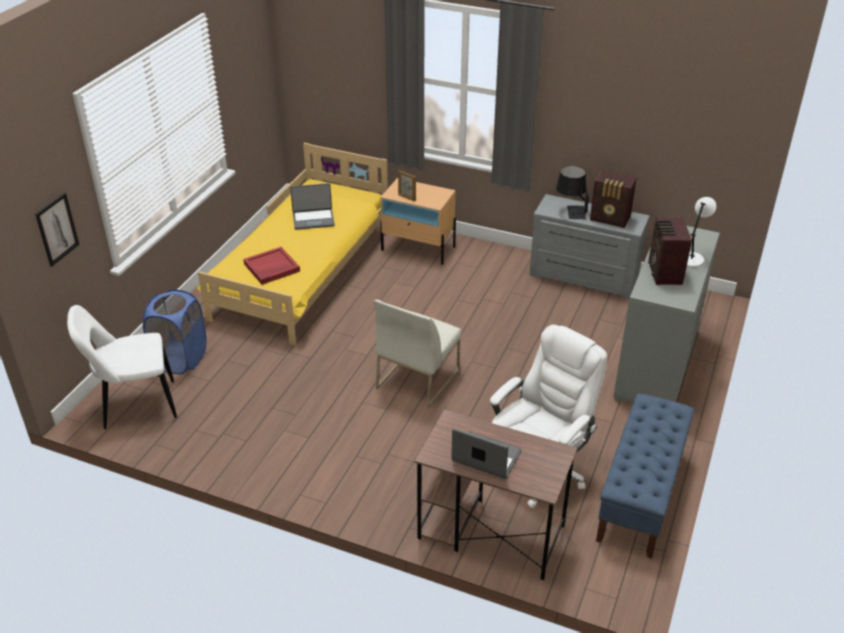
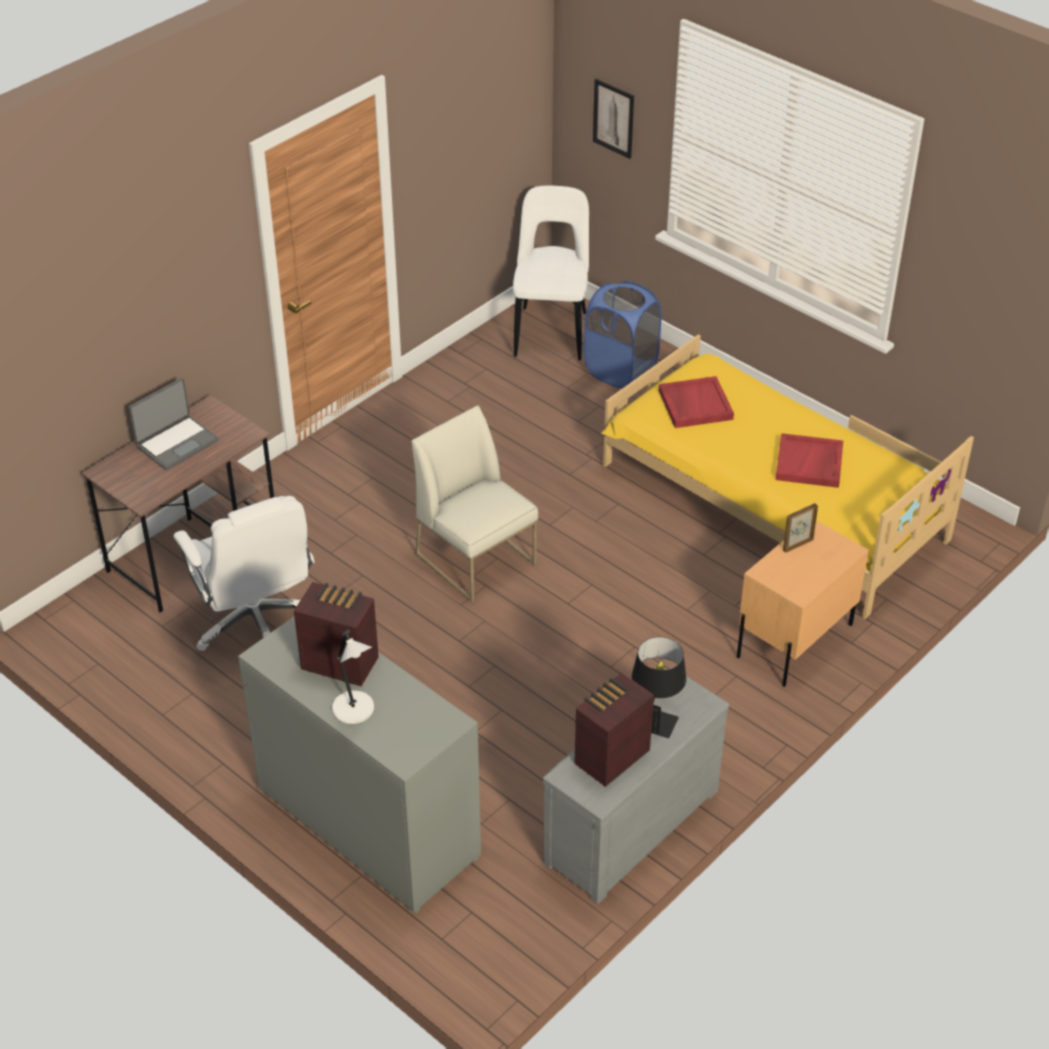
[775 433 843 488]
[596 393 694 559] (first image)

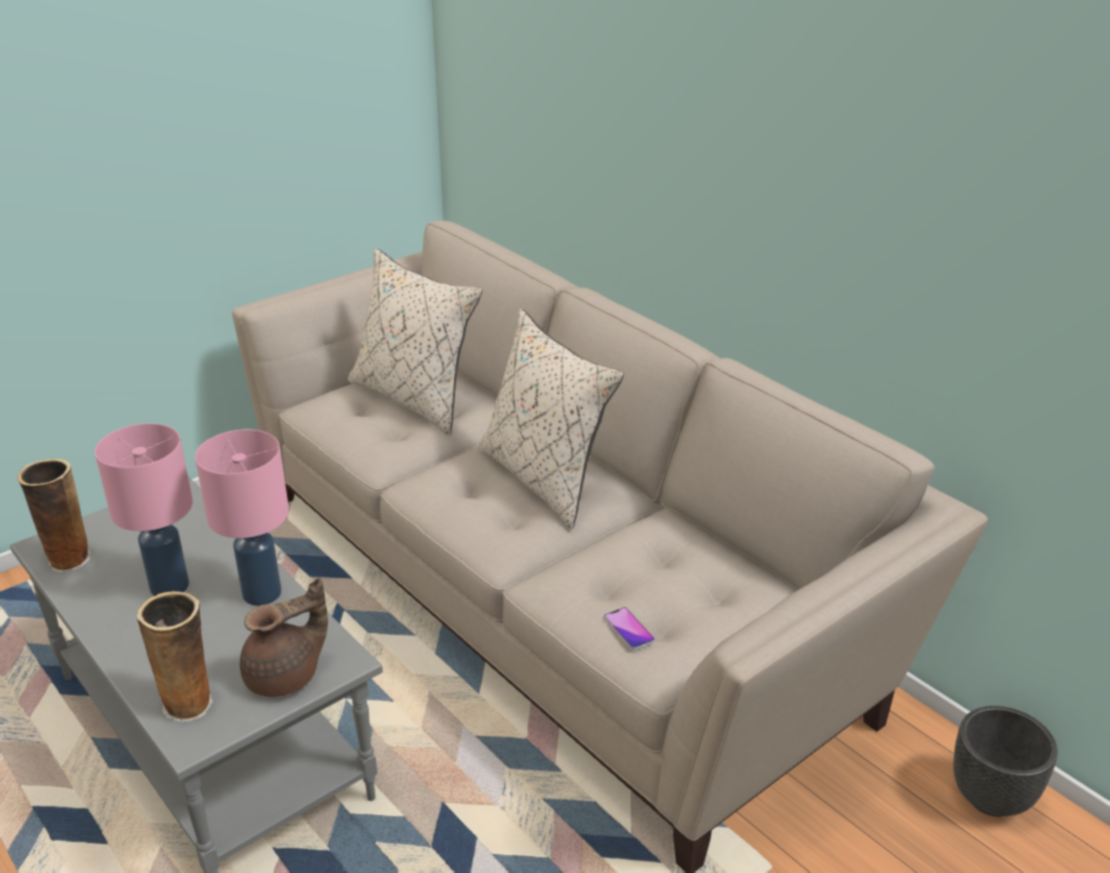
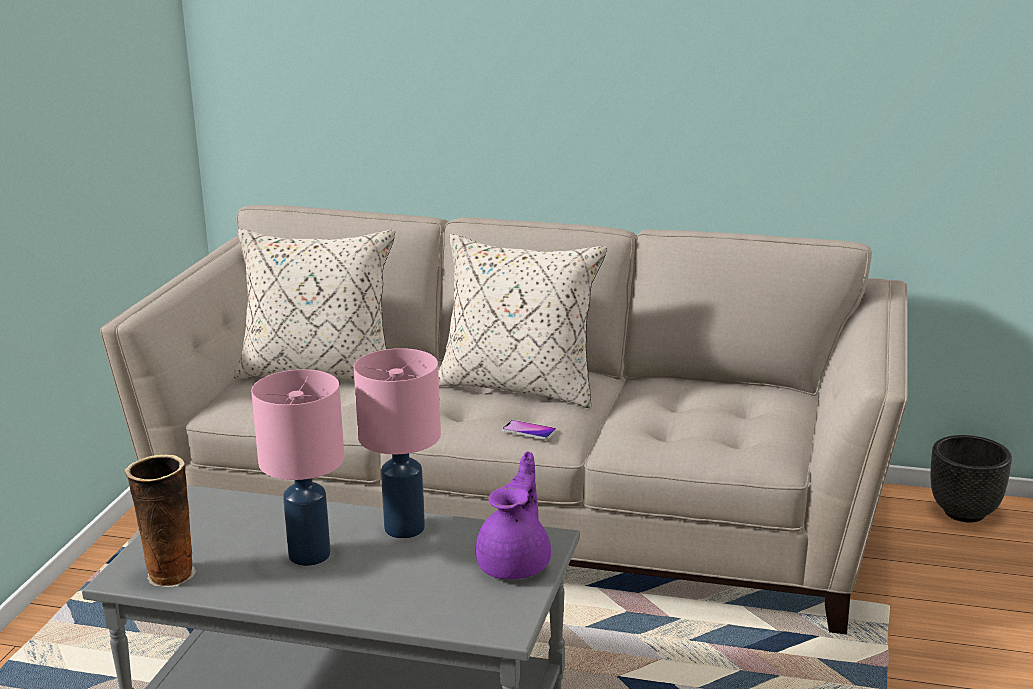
[476 451 551 579]
[502 420 556 440]
[137 591 213 722] (first image)

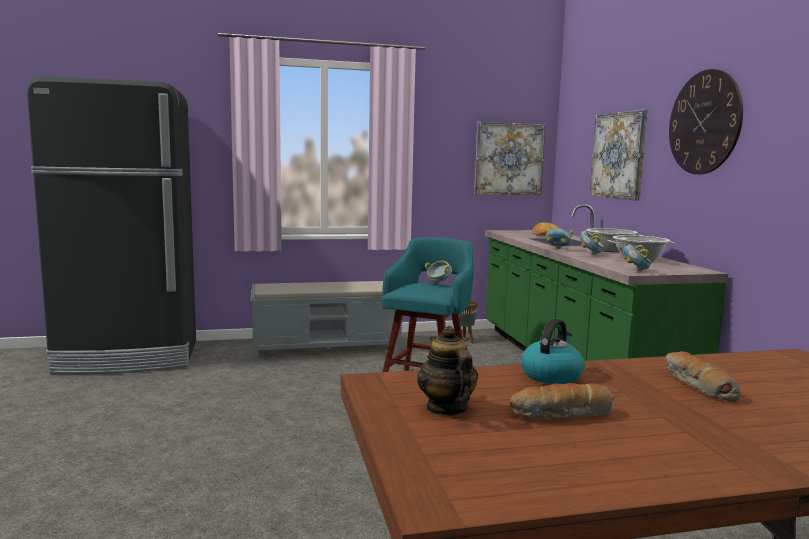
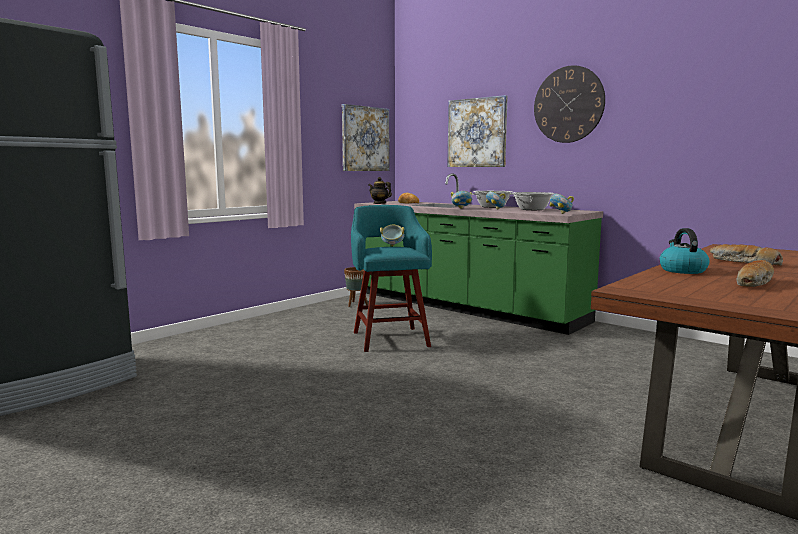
[368 177 392 204]
[251 281 402 360] (first image)

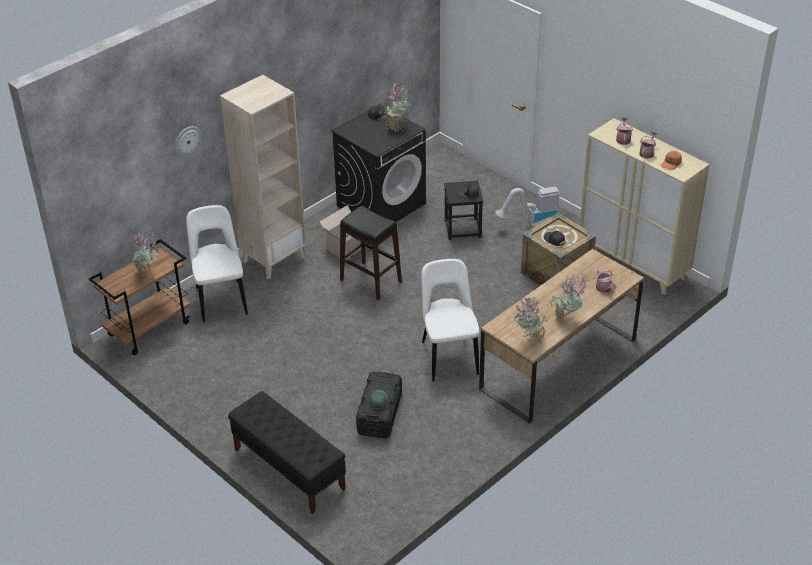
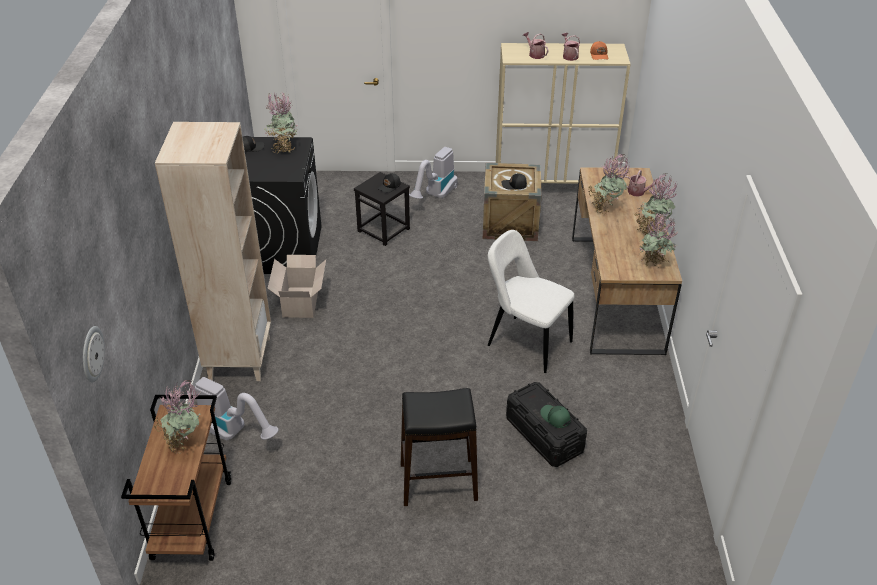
[83 326 105 383]
[195 377 278 441]
[401 388 478 506]
[588 154 630 214]
[228 391 346 514] (first image)

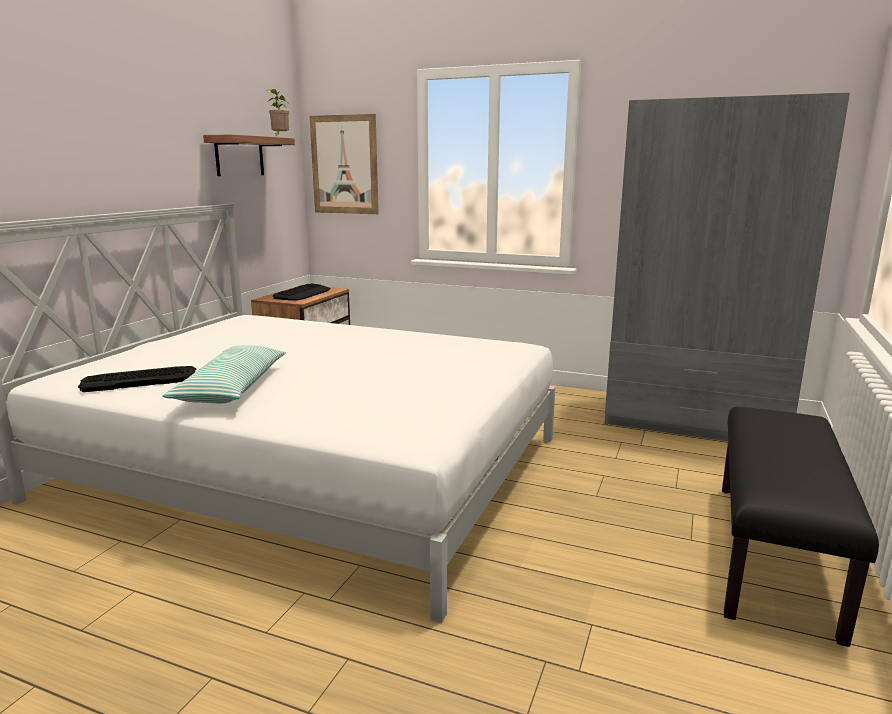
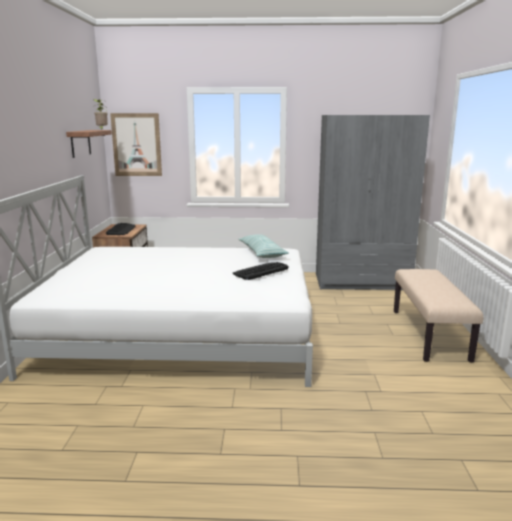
[233 262 289 280]
[239 234 289 258]
[394 269 483 363]

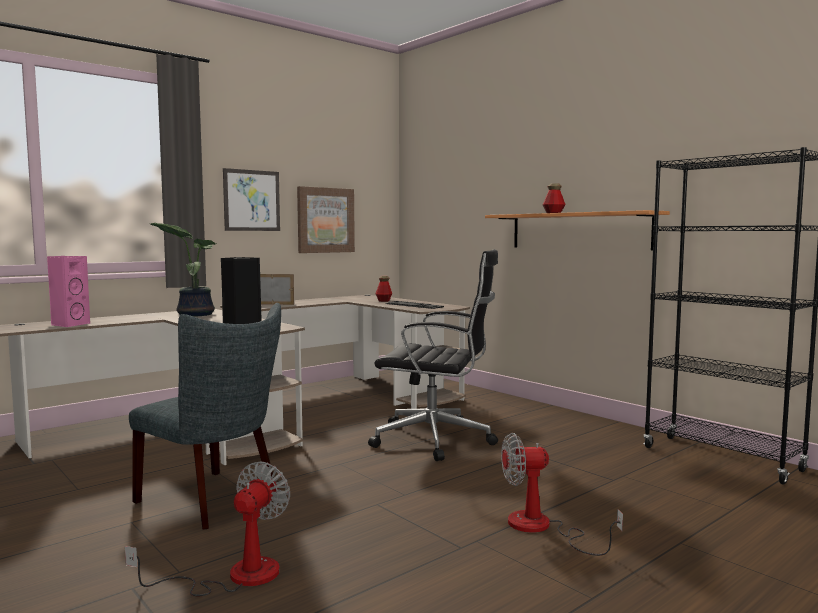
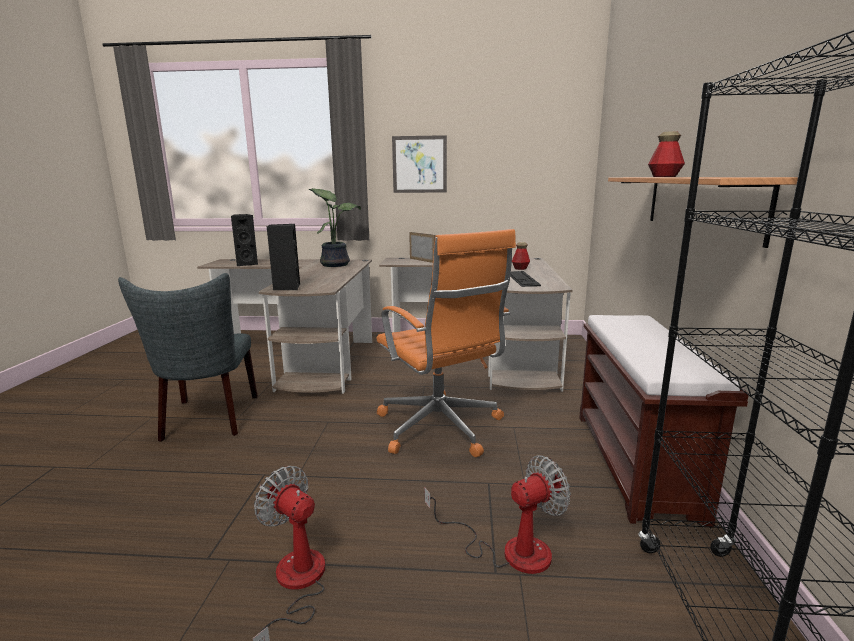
[231 214 258 266]
[377 229 516 457]
[424 455 571 574]
[579 315 749 527]
[297 186 355 253] (first image)

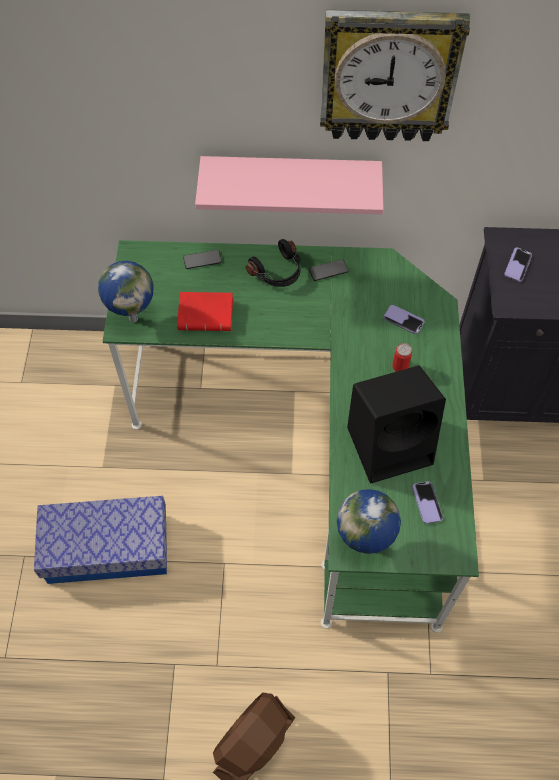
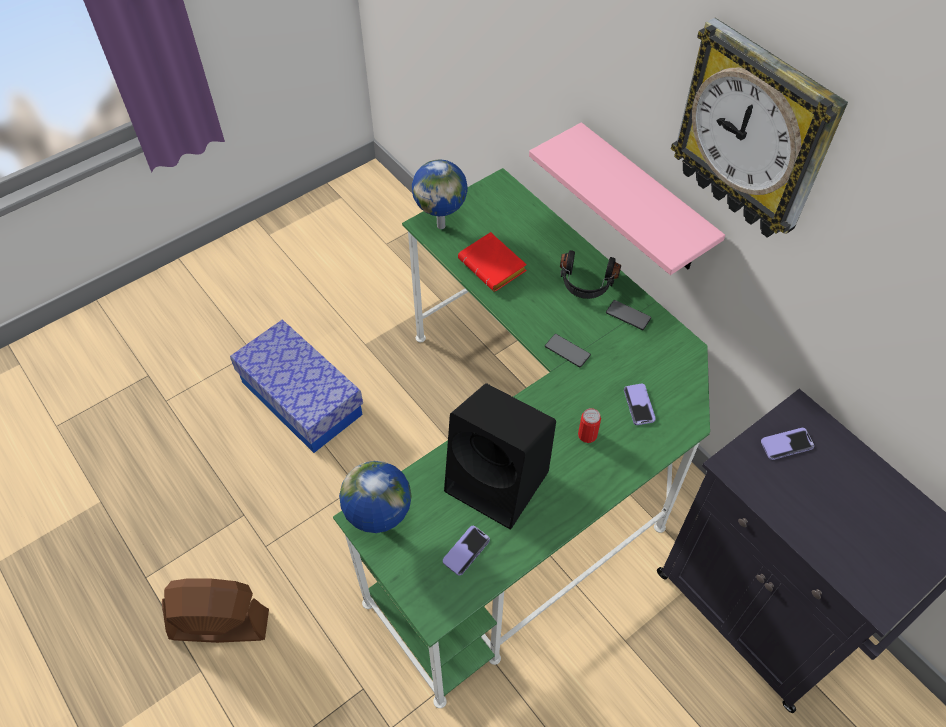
[545 334 591 367]

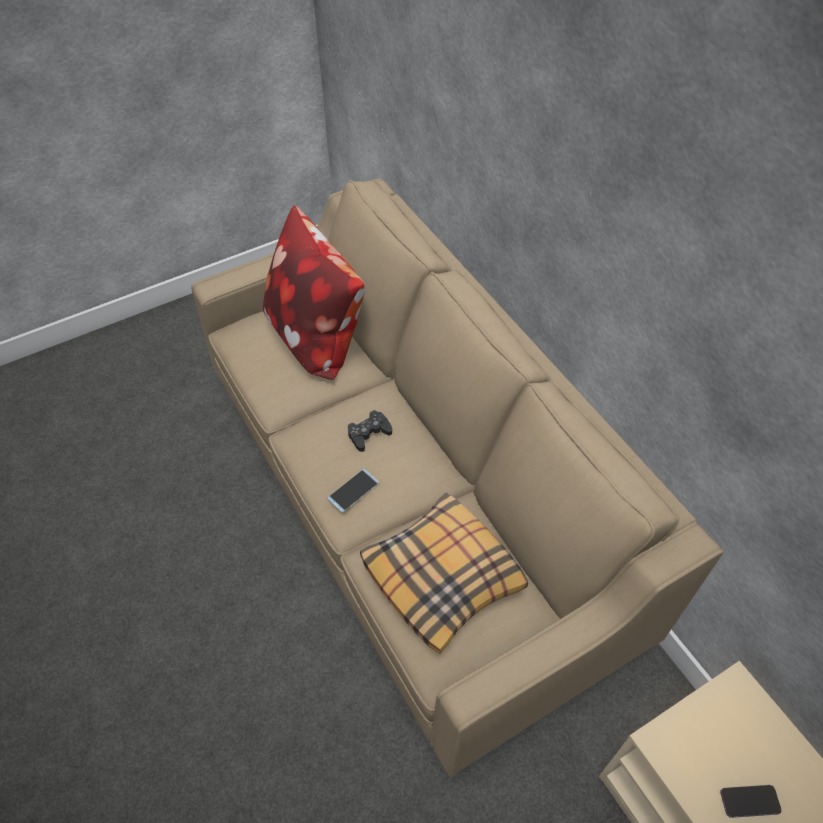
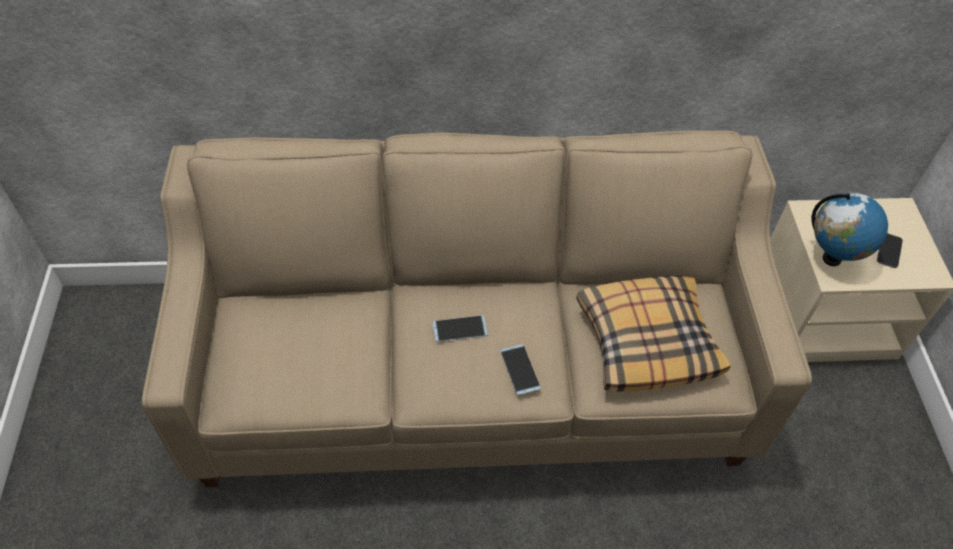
[433 315 488 342]
[812 193 888 266]
[263 205 365 380] (first image)

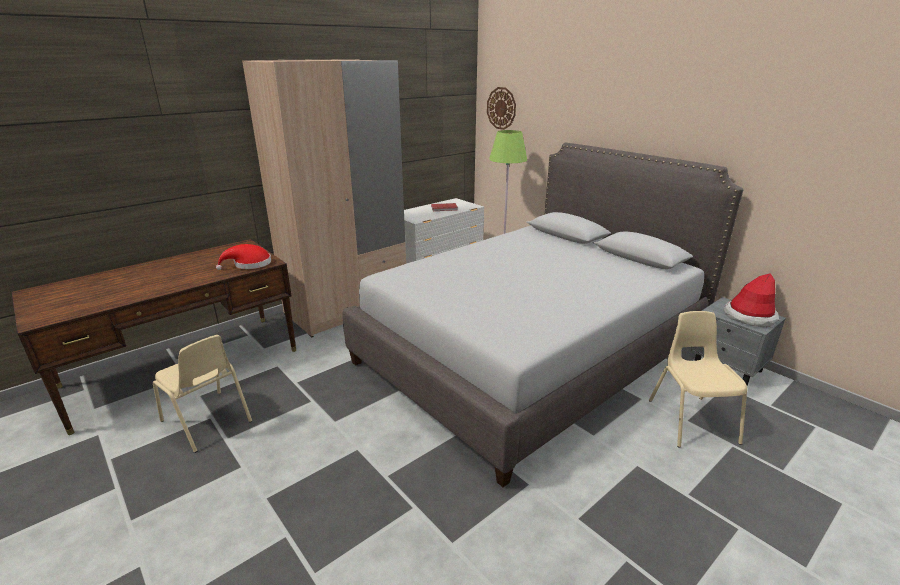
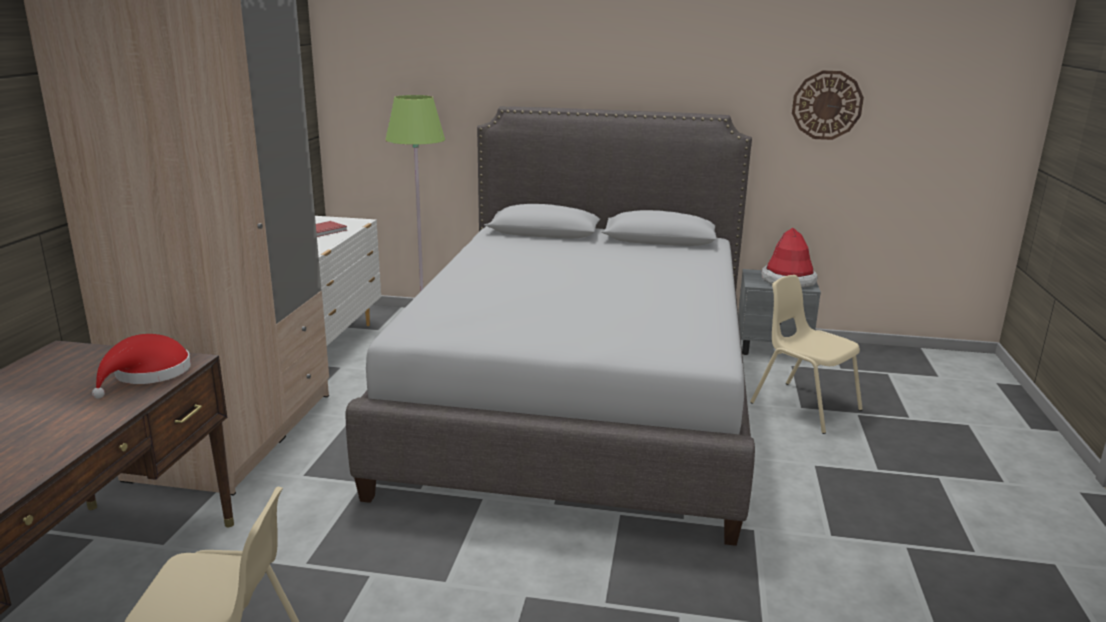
[792 70 864 140]

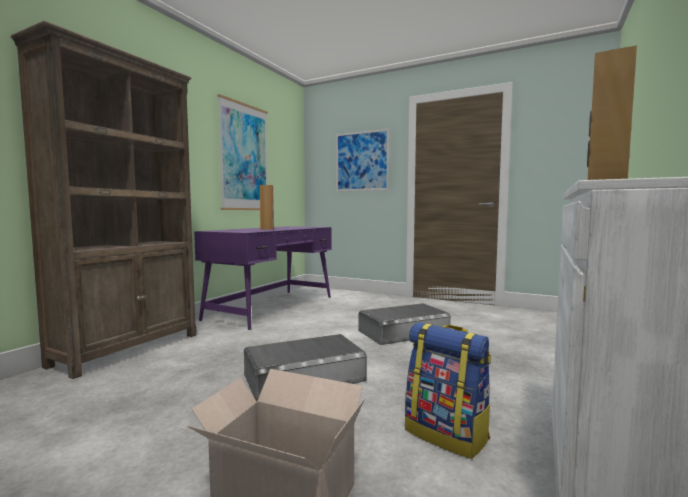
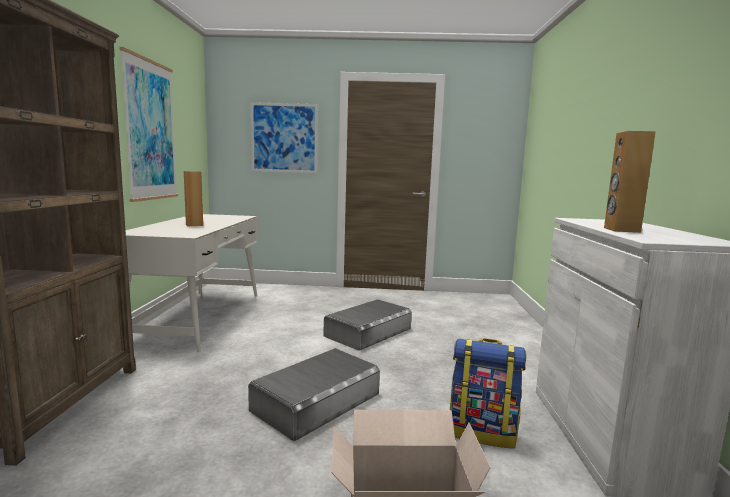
[126 214 257 352]

